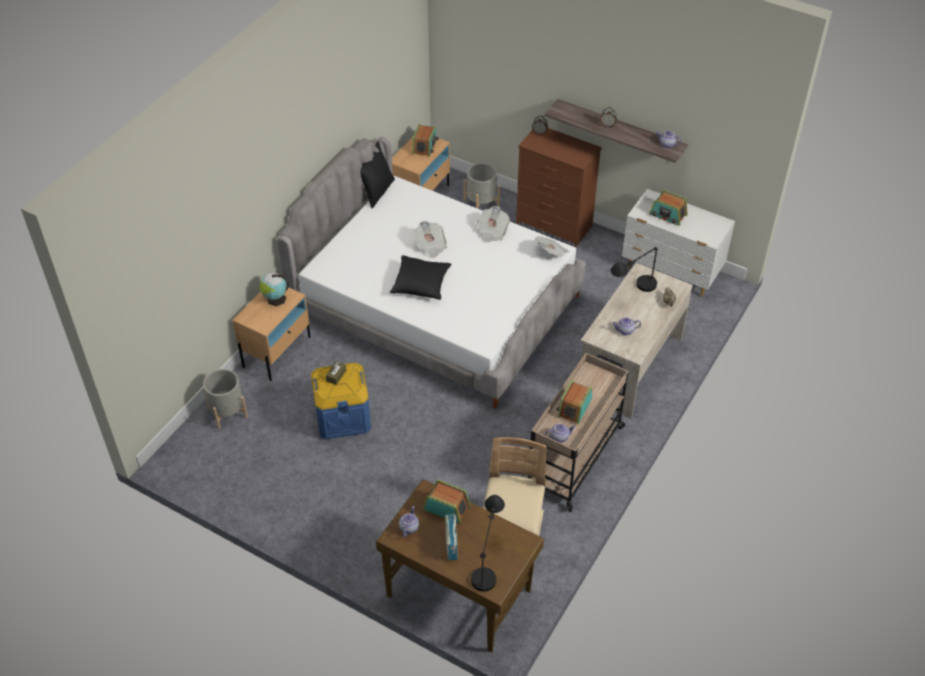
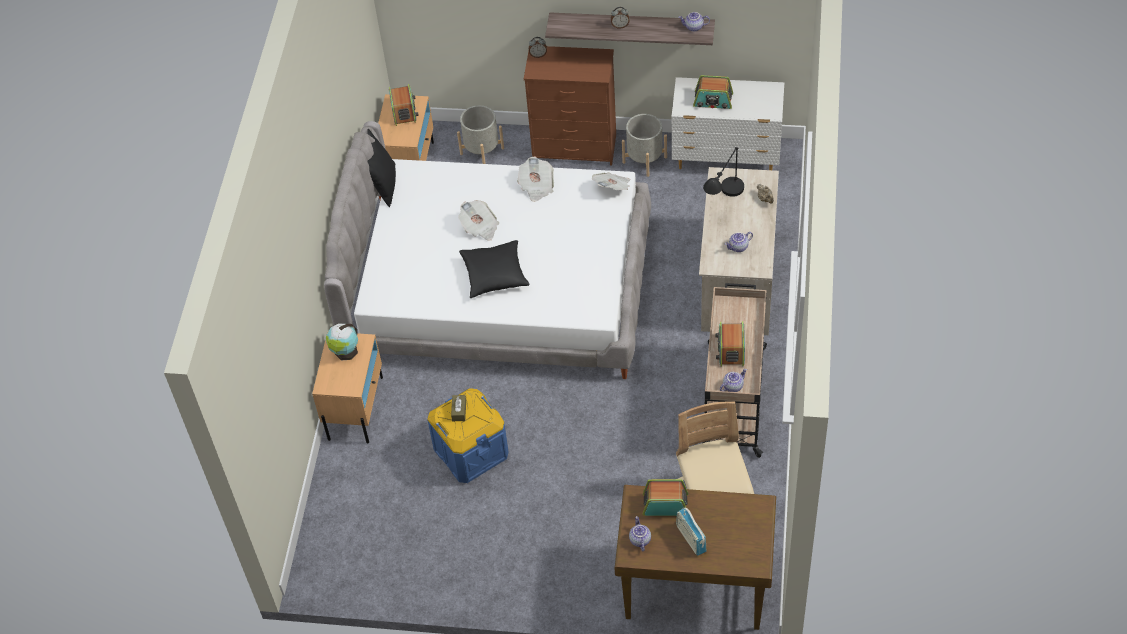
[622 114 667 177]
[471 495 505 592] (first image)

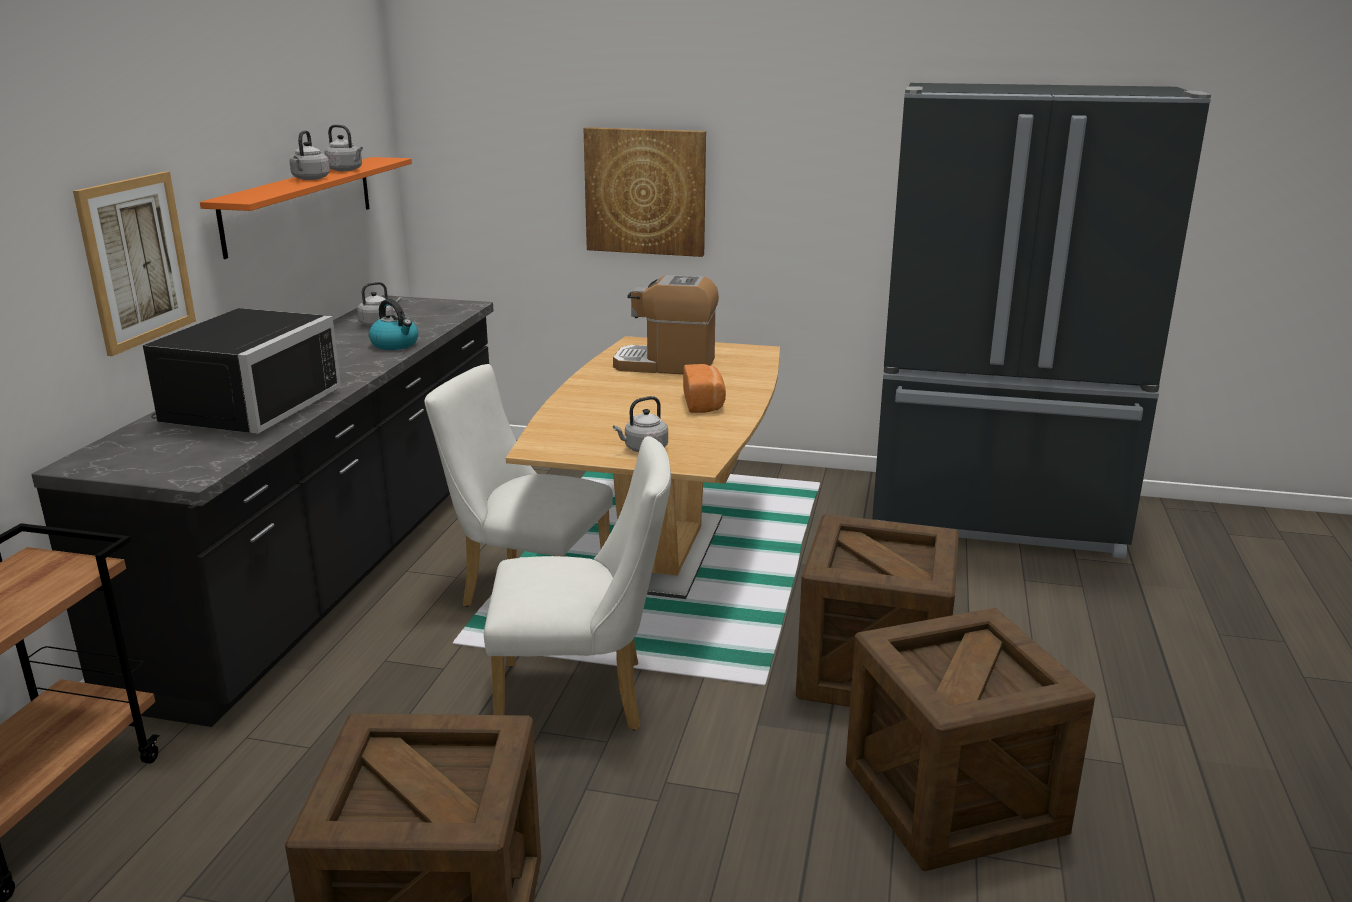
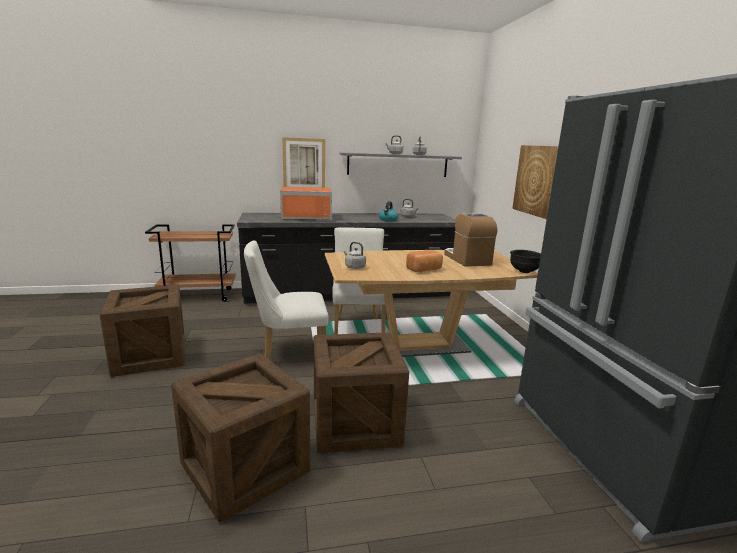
[244 240 329 360]
[280 187 332 220]
[340 152 462 177]
[510 250 541 273]

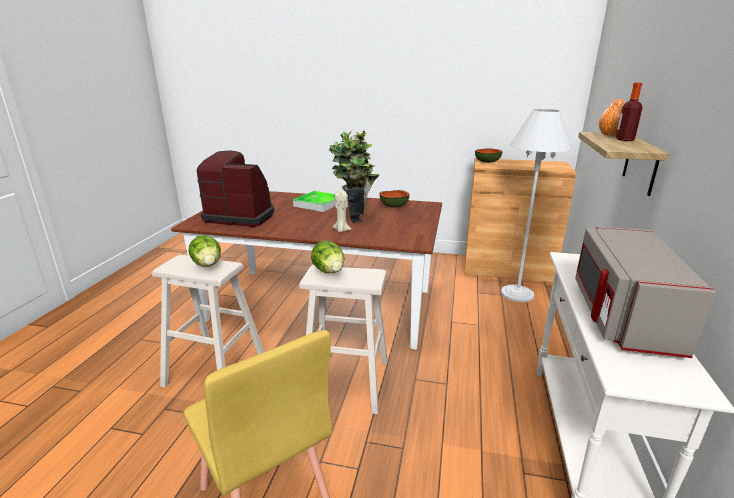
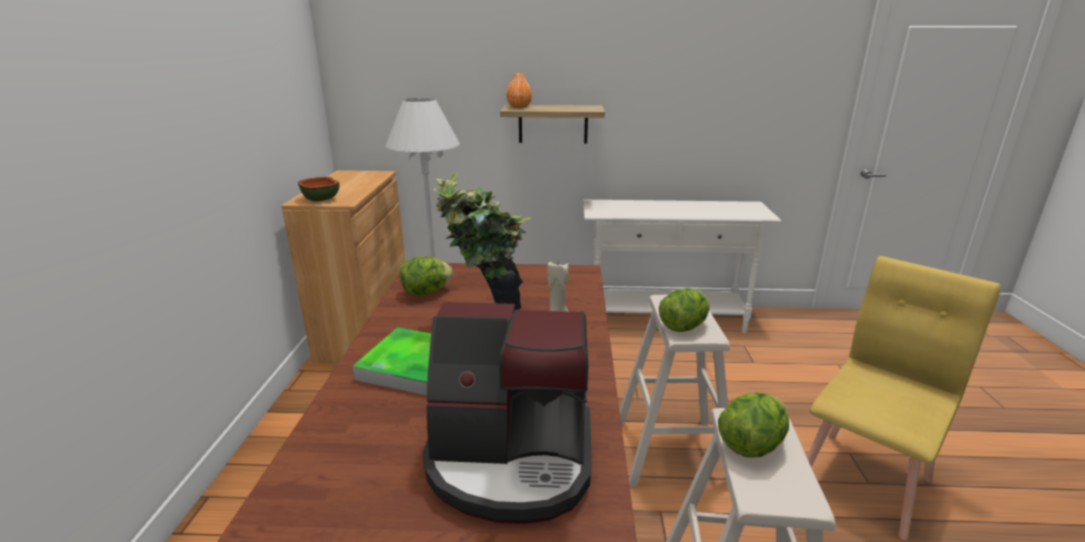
[400 257 453 296]
[423 302 592 524]
[575 226 716 358] (first image)
[616 83 643 141] (first image)

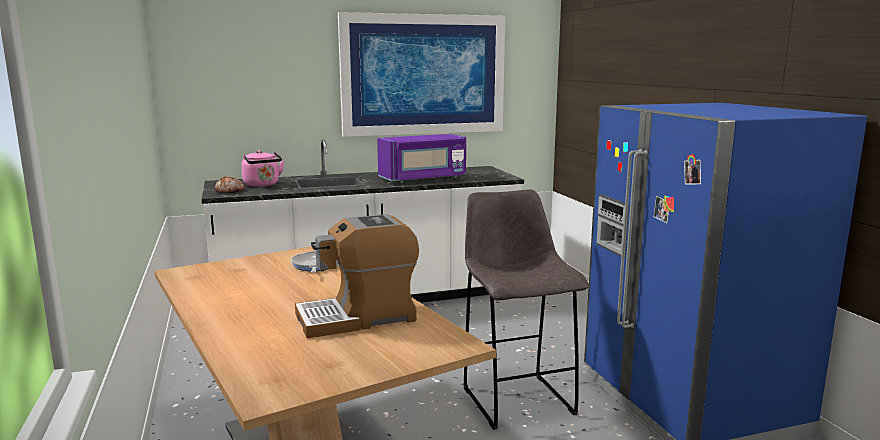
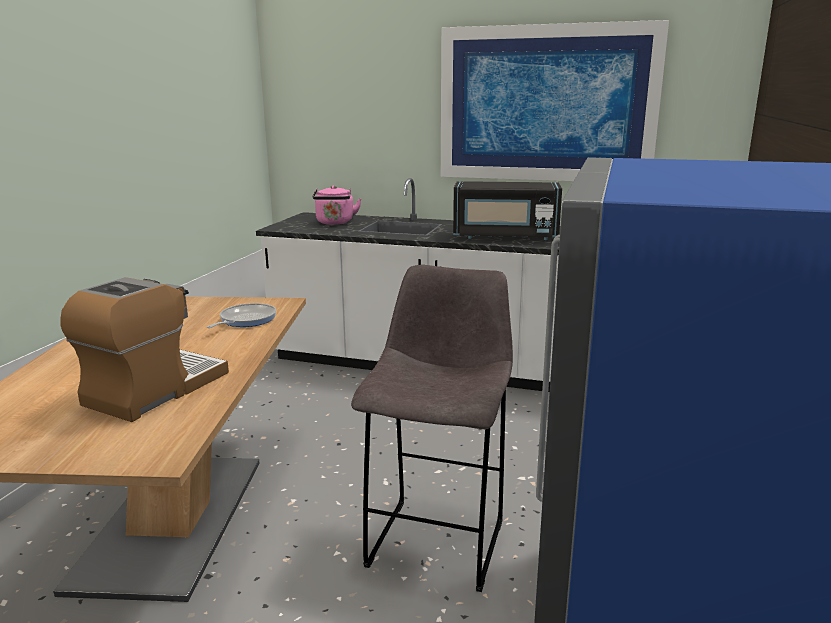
[60 277 229 422]
[453 181 562 240]
[215 176 245 193] (first image)

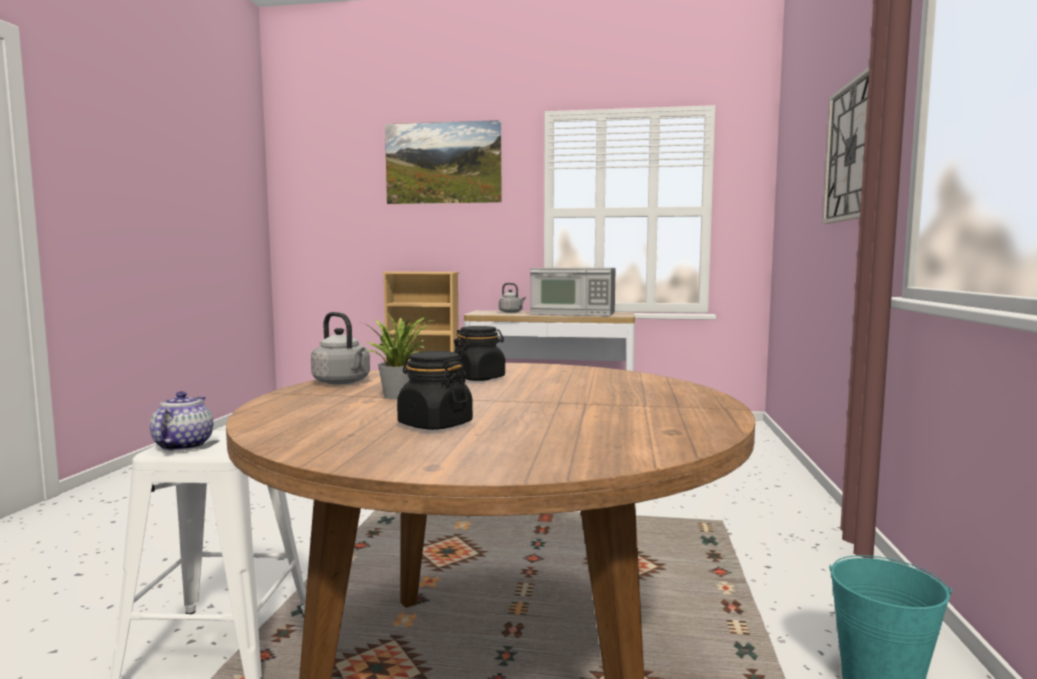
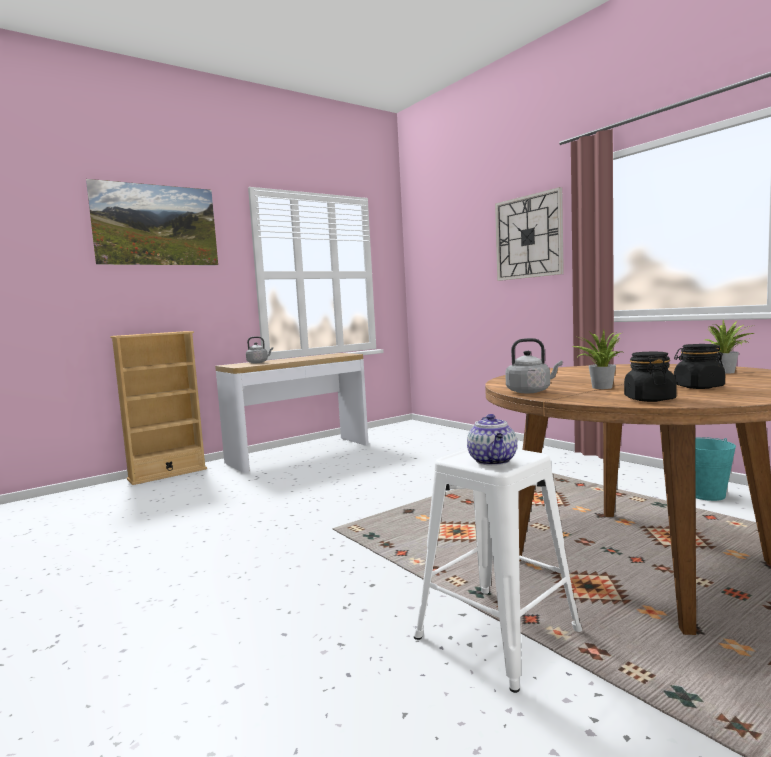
[467 414 517 466]
[624 352 677 402]
[705 320 755 374]
[530 268 616 316] (first image)

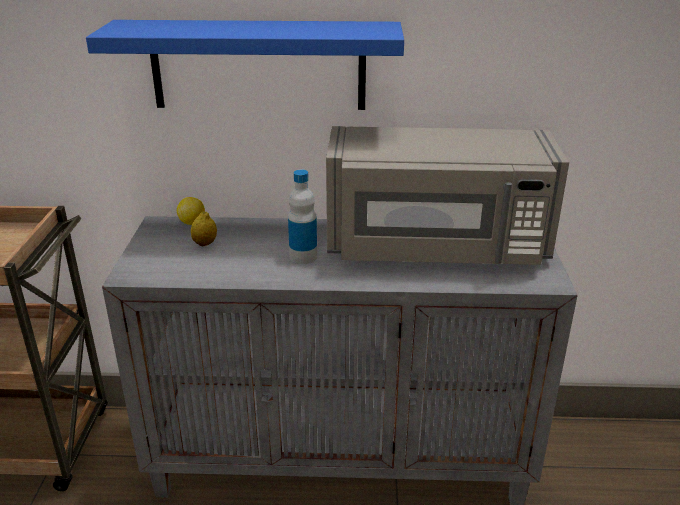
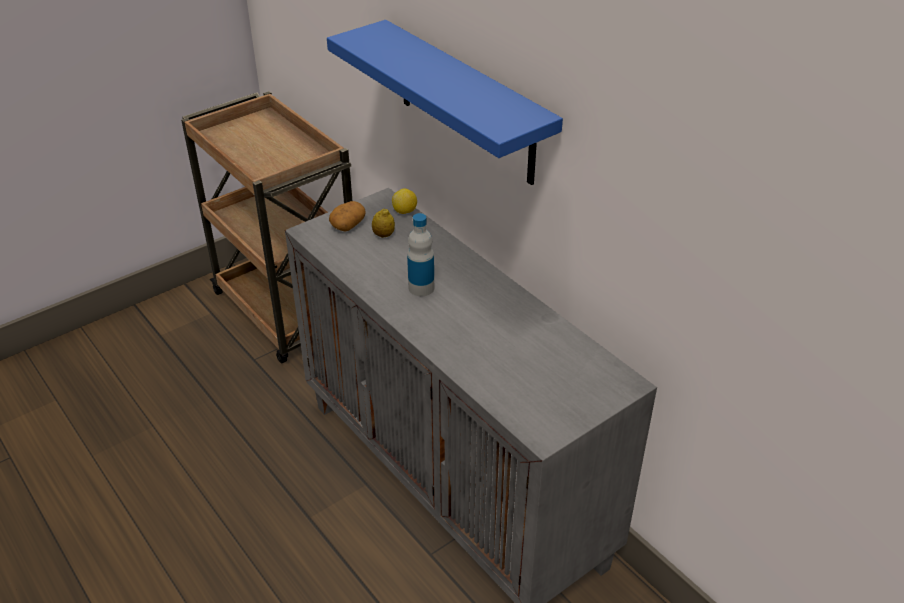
[329 201 366 231]
[326 126 569 265] (first image)

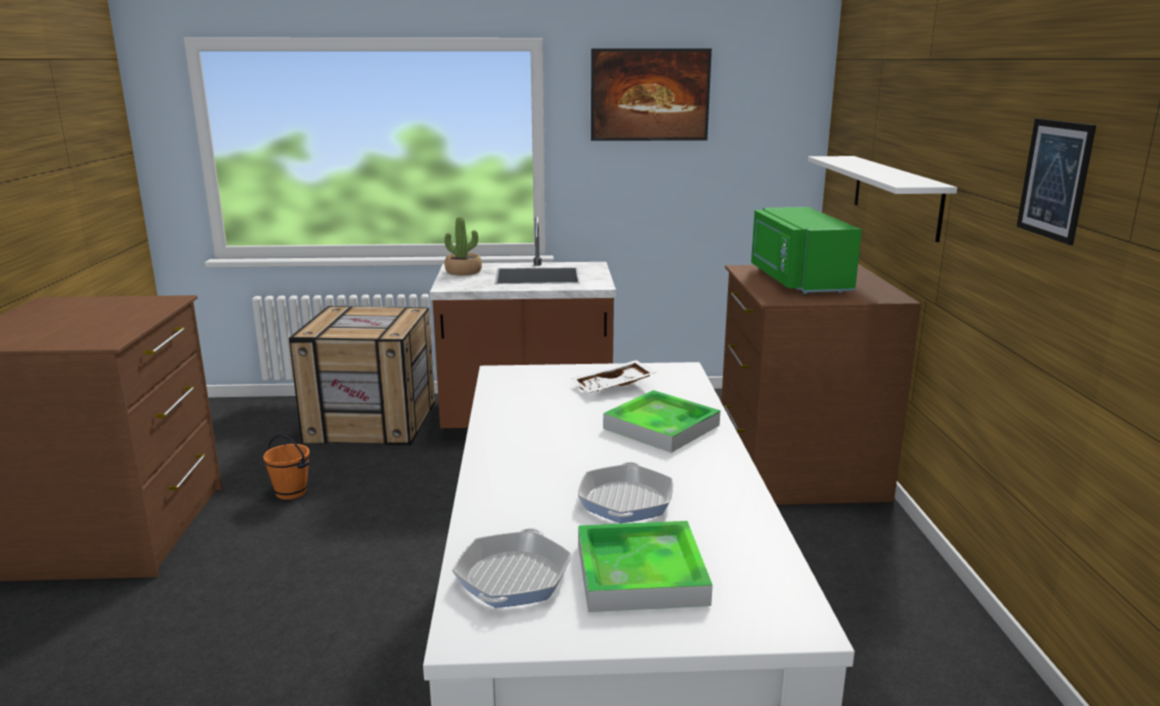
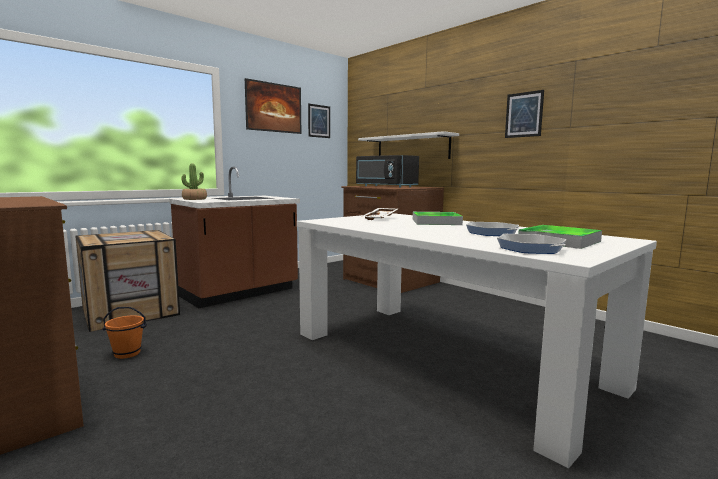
[308 104 330 138]
[356 155 419 188]

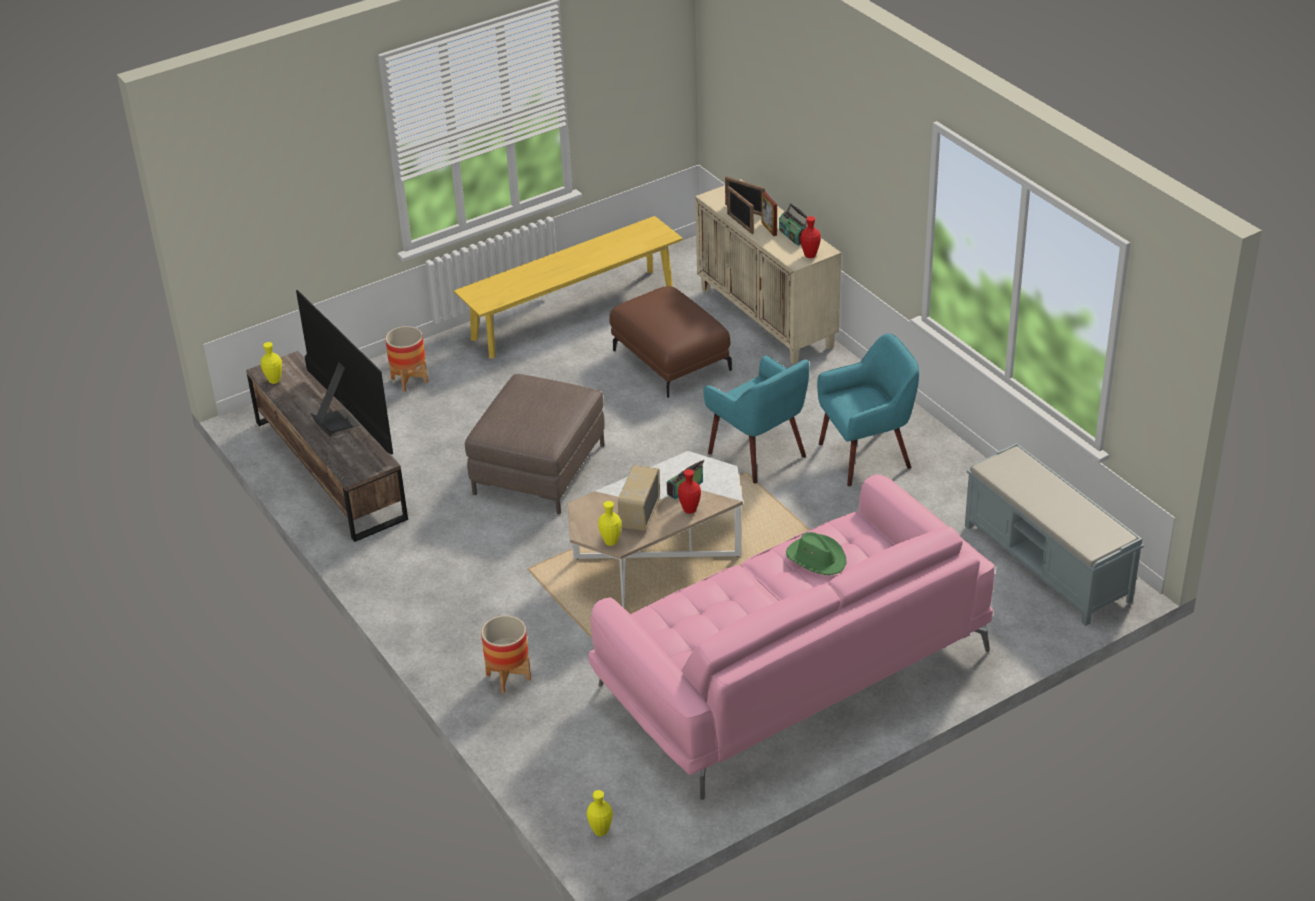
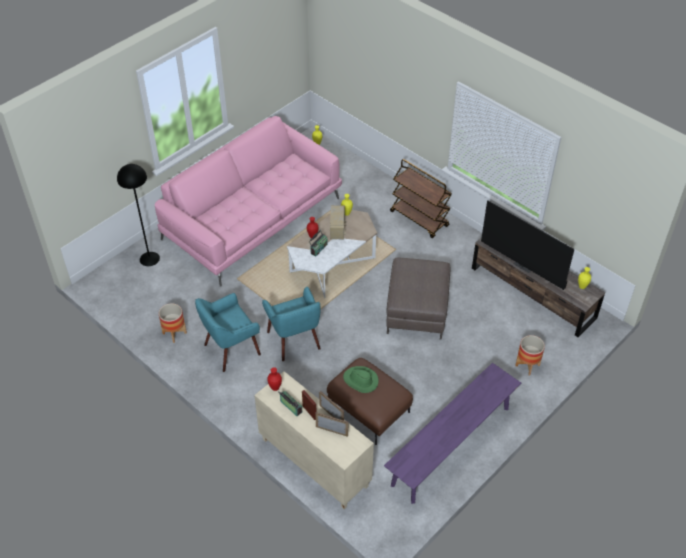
[117 164 160 266]
[159 303 187 343]
[262 287 321 361]
[343 366 379 393]
[384 363 521 504]
[390 159 452 238]
[965 443 1144 626] (first image)

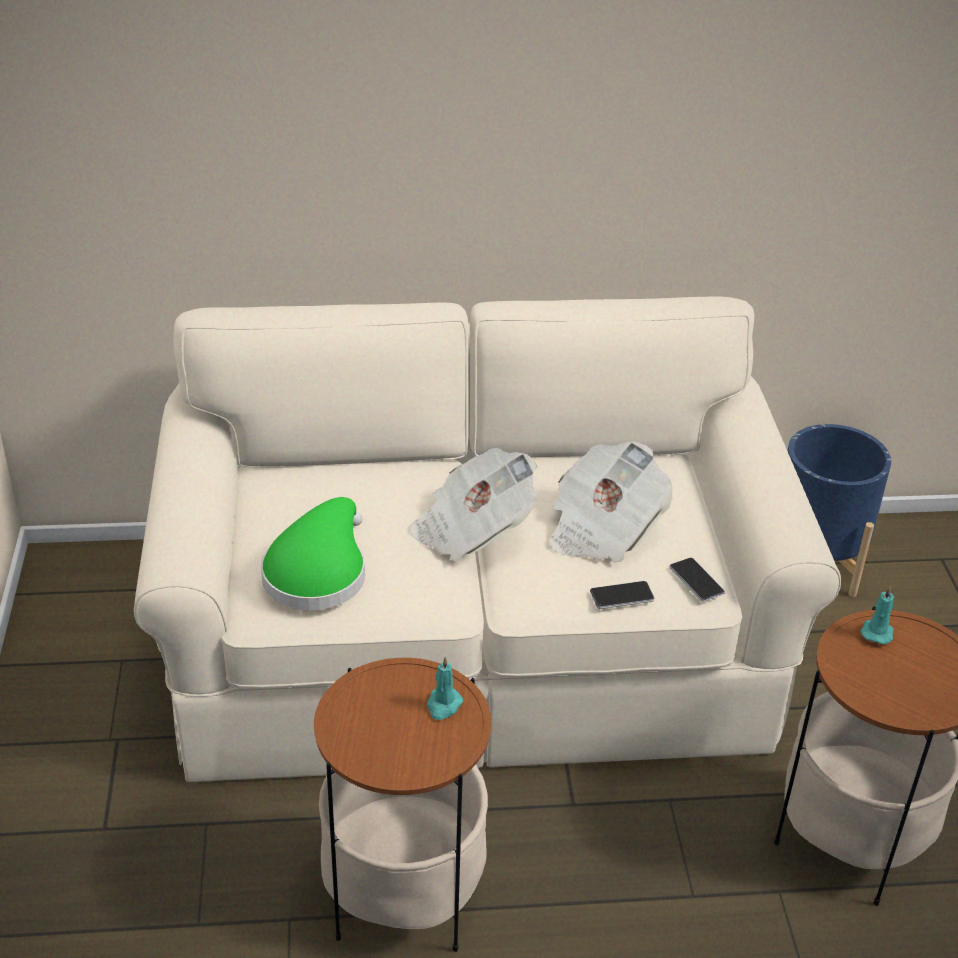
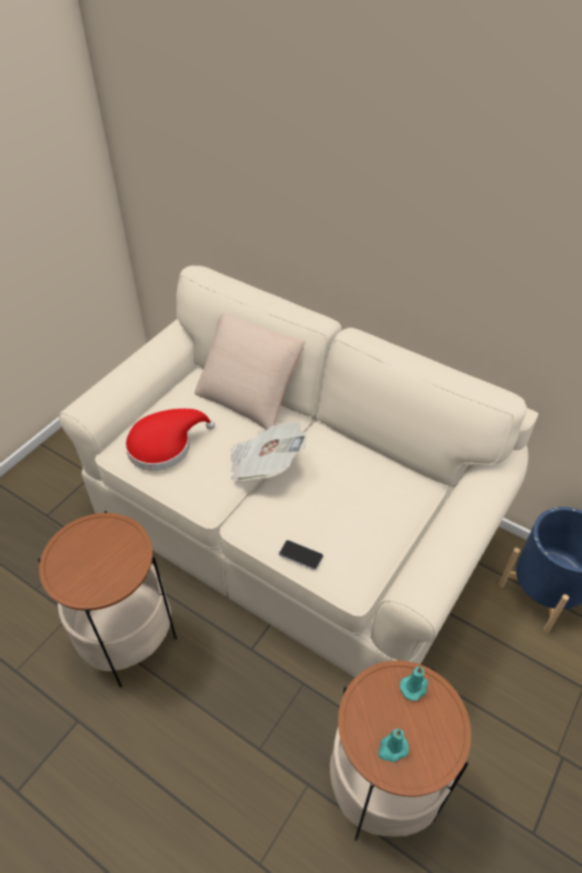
[125 408 215 471]
[195 312 305 430]
[378 729 409 762]
[550 442 673 563] (first image)
[670 558 725 602] (first image)

